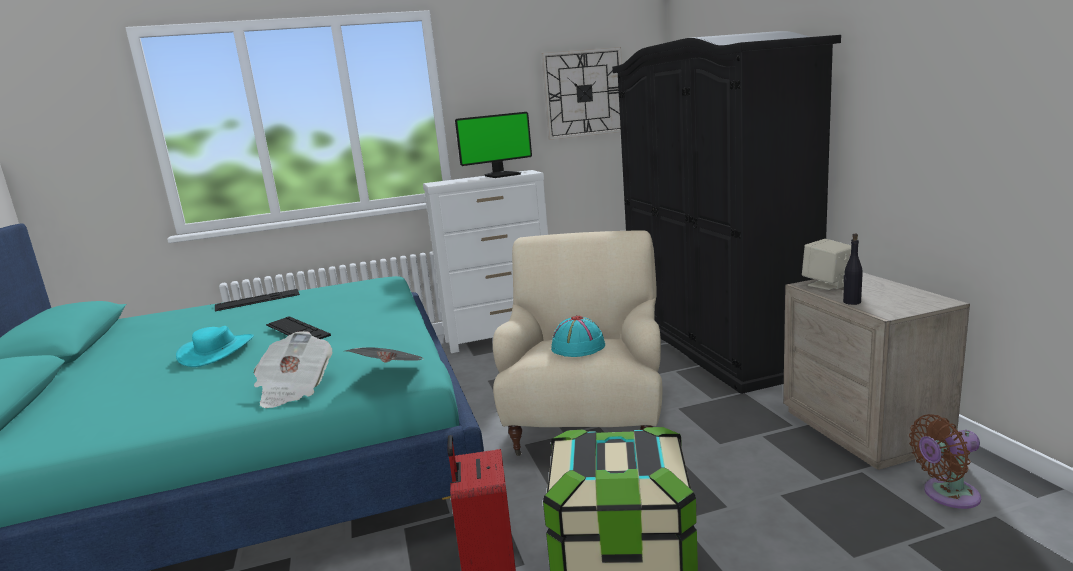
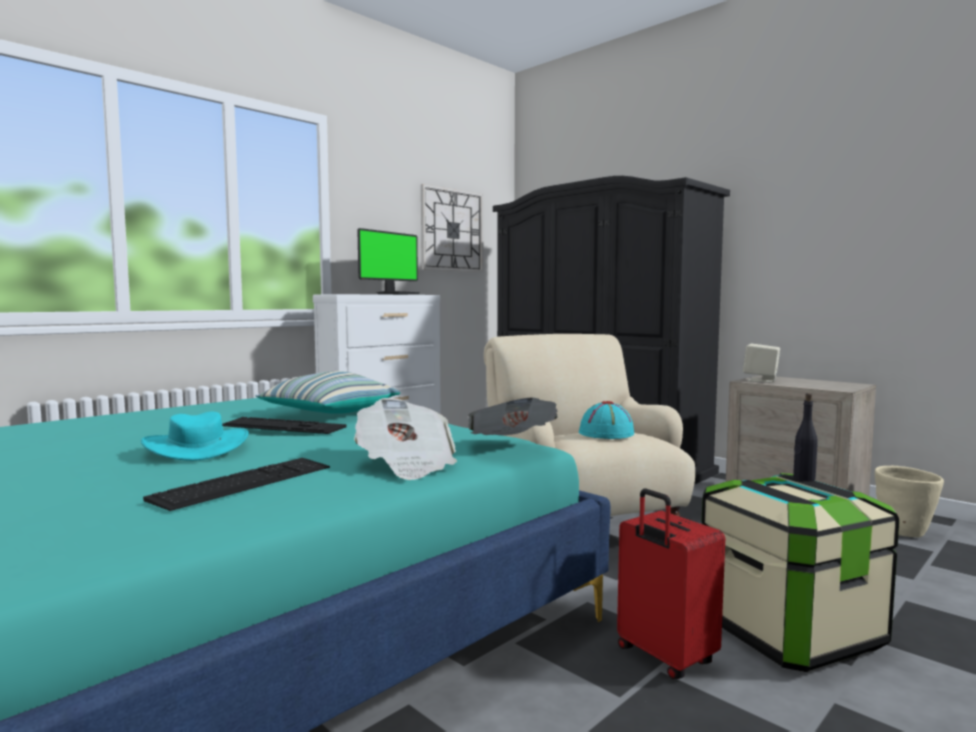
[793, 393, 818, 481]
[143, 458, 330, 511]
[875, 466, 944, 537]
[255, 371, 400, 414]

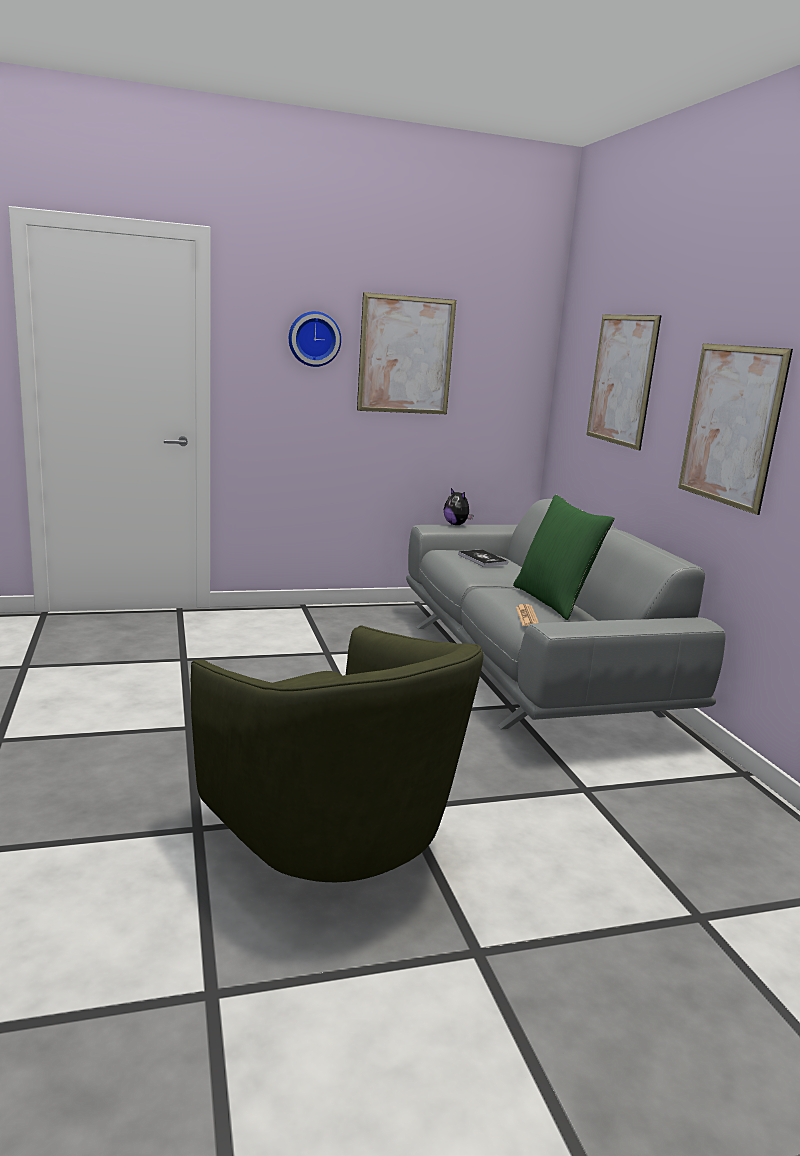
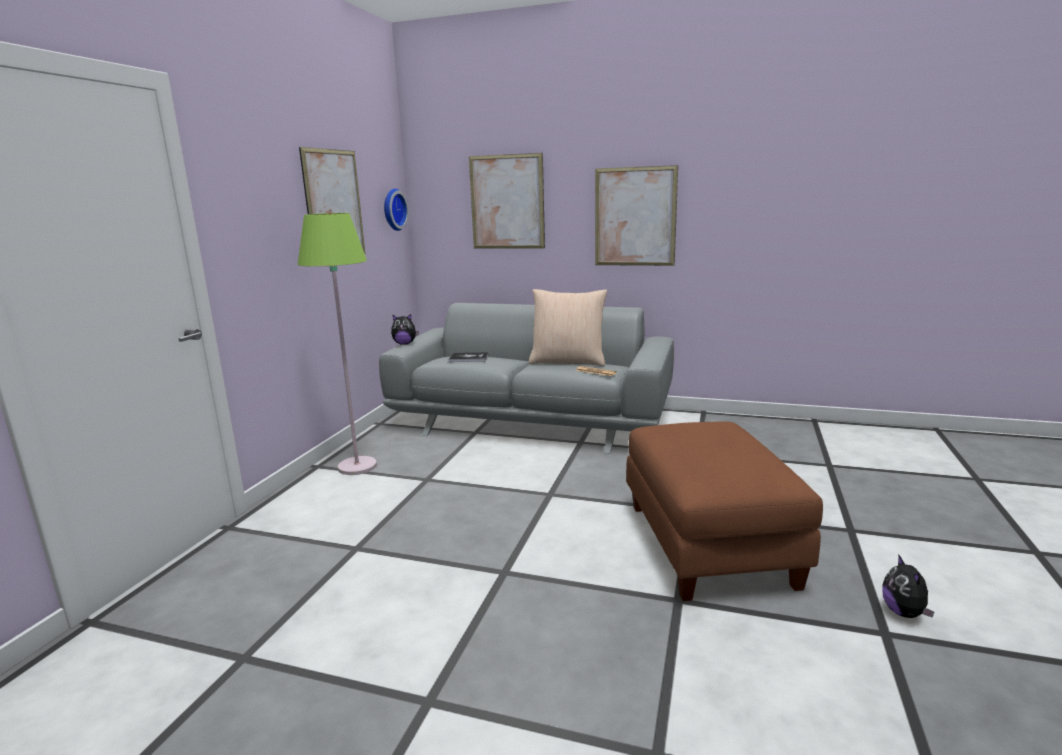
[384, 189, 409, 231]
[528, 289, 607, 366]
[626, 421, 823, 601]
[298, 213, 377, 475]
[882, 555, 934, 618]

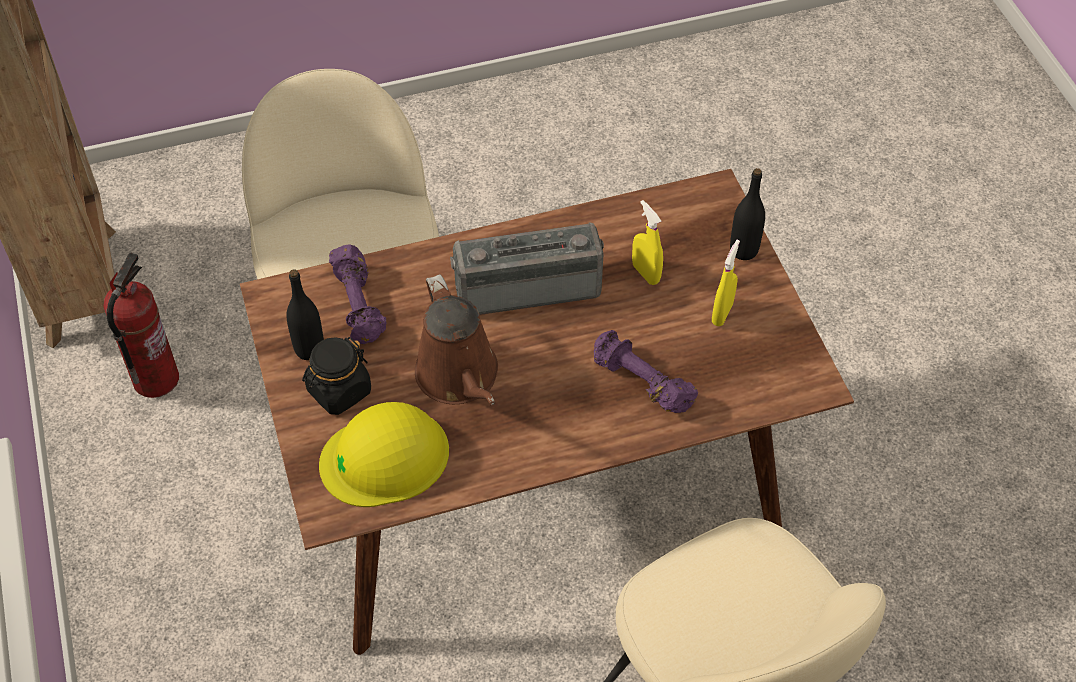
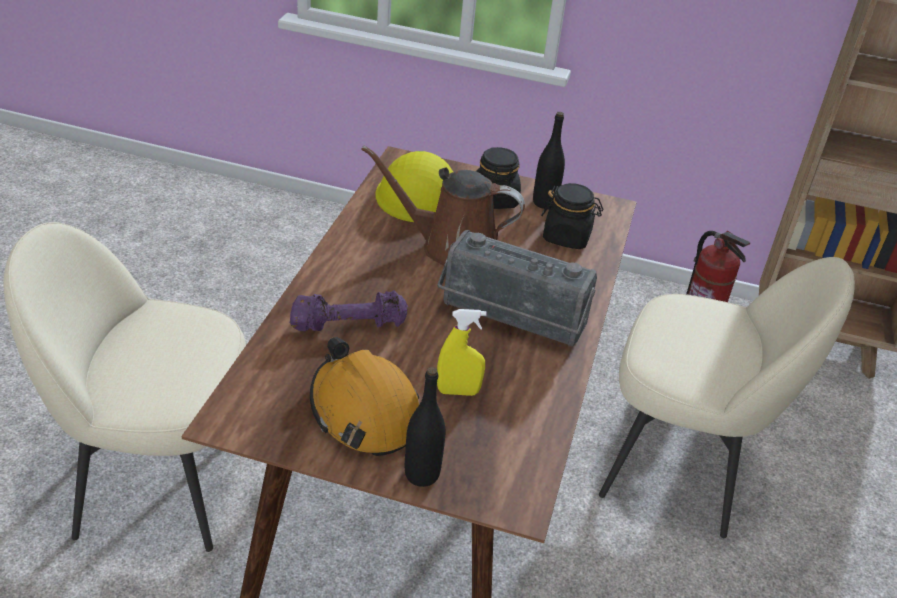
[437, 230, 597, 346]
[310, 337, 419, 456]
[541, 183, 603, 249]

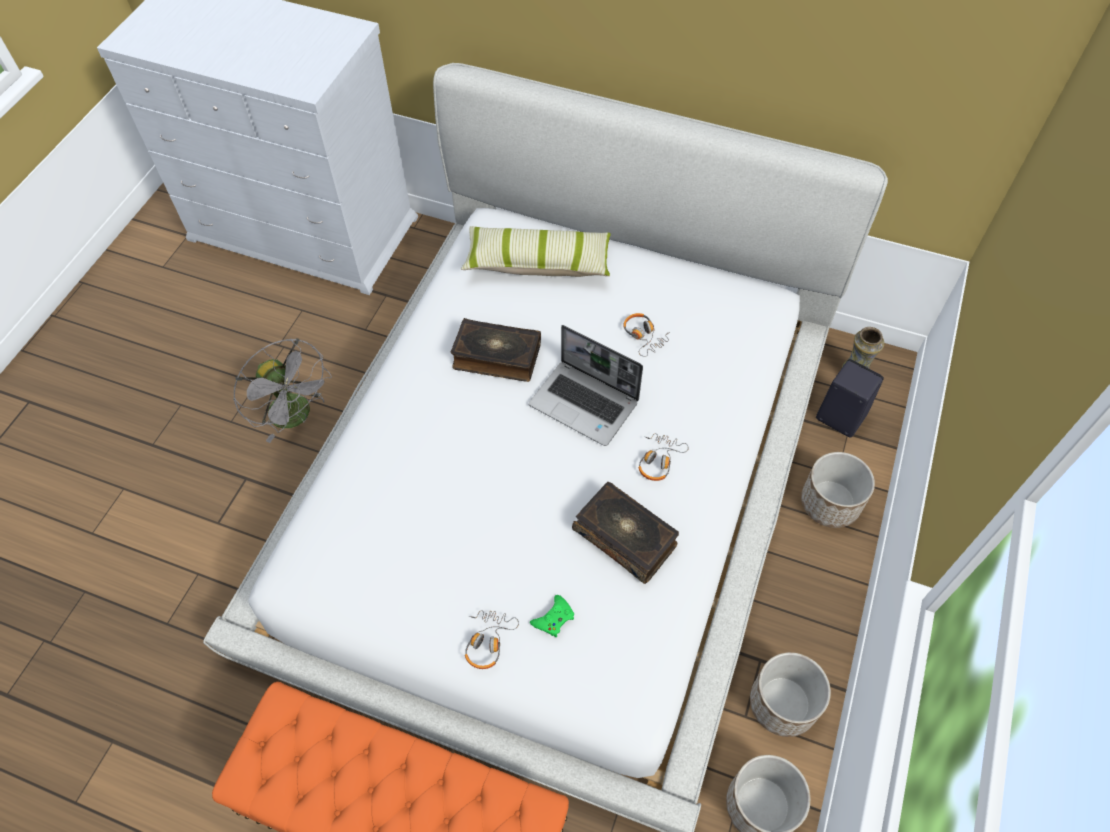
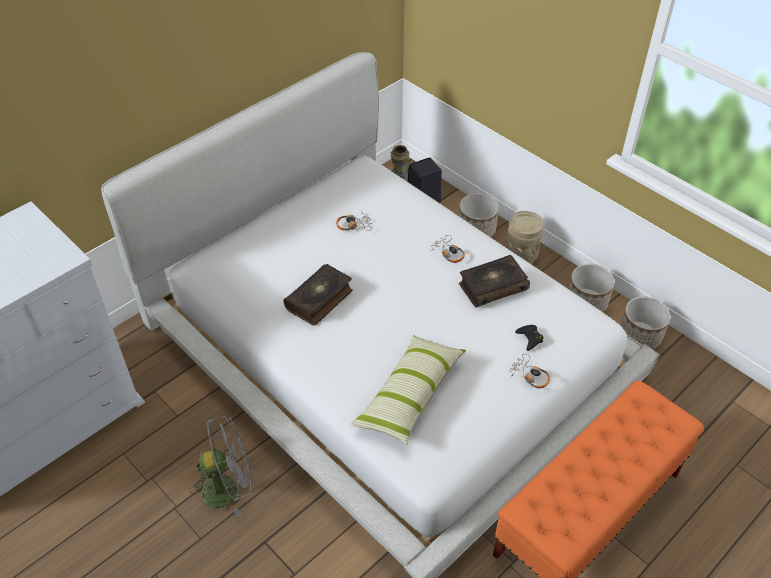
[351, 335, 466, 445]
[529, 325, 643, 446] (first image)
[515, 325, 543, 351]
[506, 211, 544, 264]

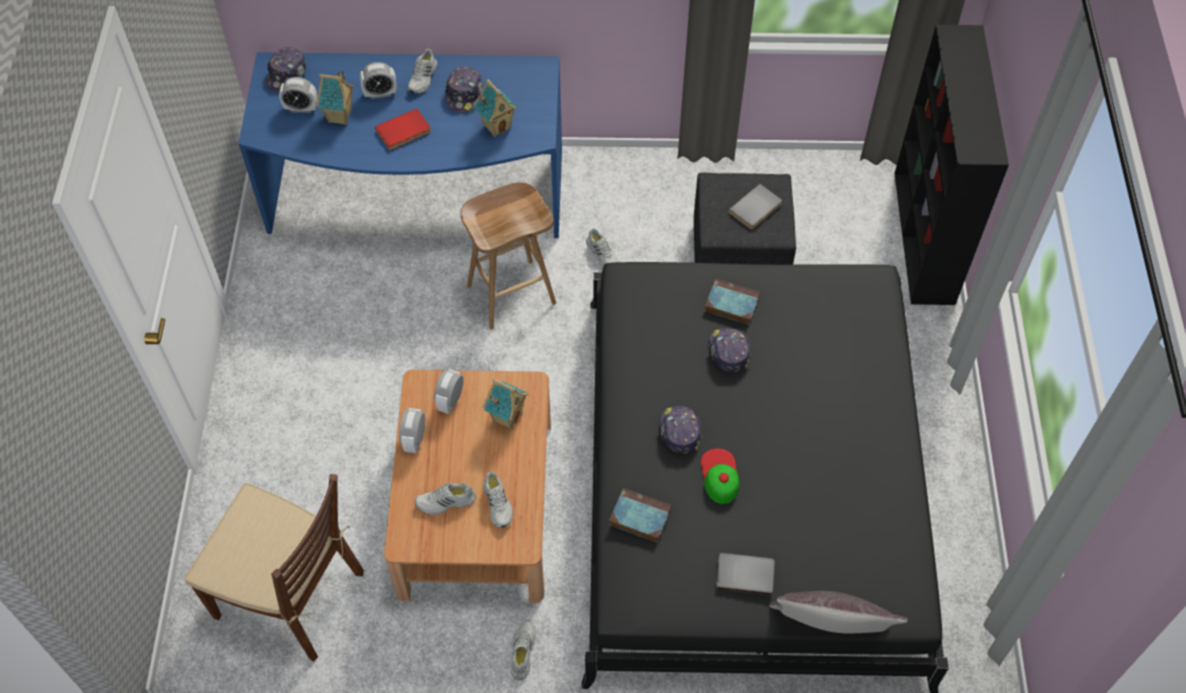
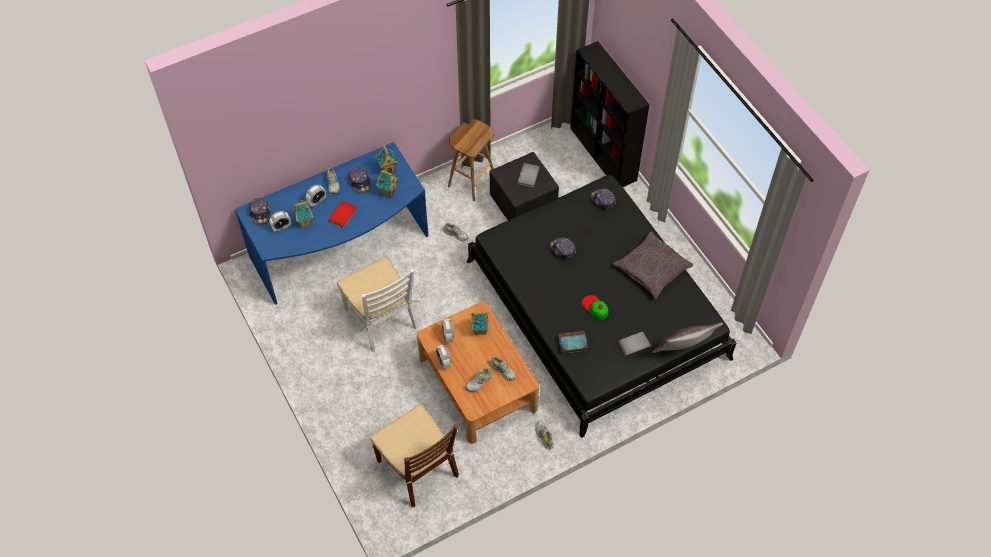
[448, 119, 495, 201]
[704, 279, 760, 325] (first image)
[591, 188, 616, 210]
[370, 404, 459, 507]
[376, 145, 398, 173]
[613, 231, 694, 299]
[337, 257, 419, 352]

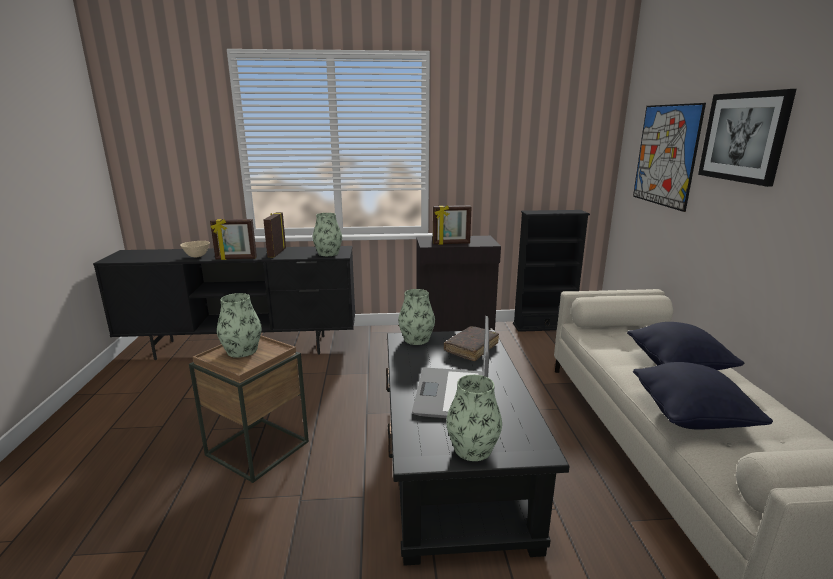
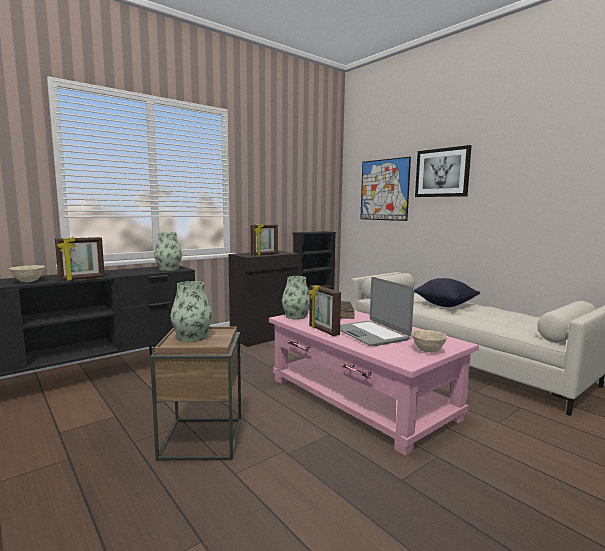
[309, 285, 341, 336]
[269, 310, 479, 456]
[633, 362, 773, 429] (first image)
[411, 330, 448, 352]

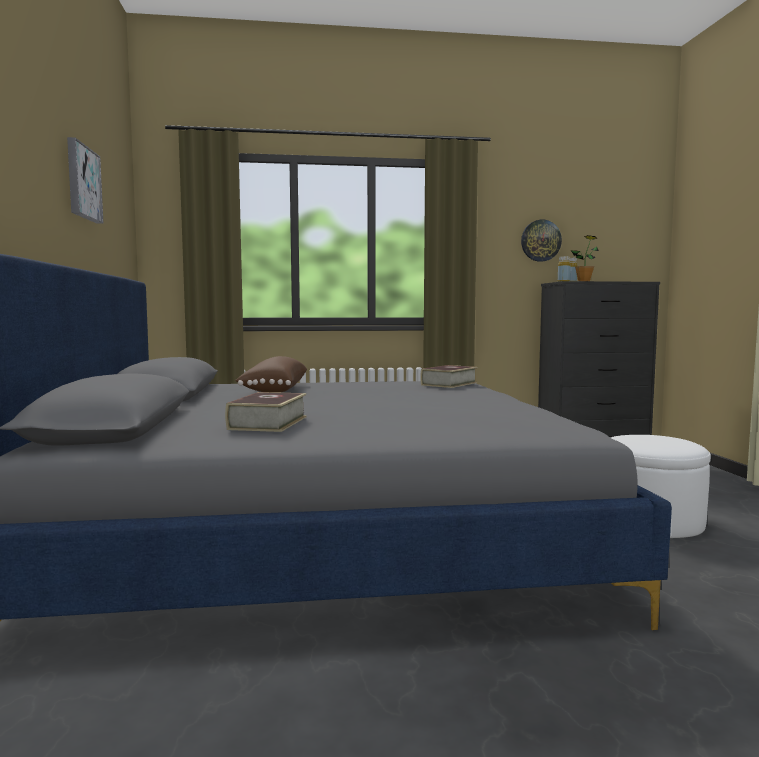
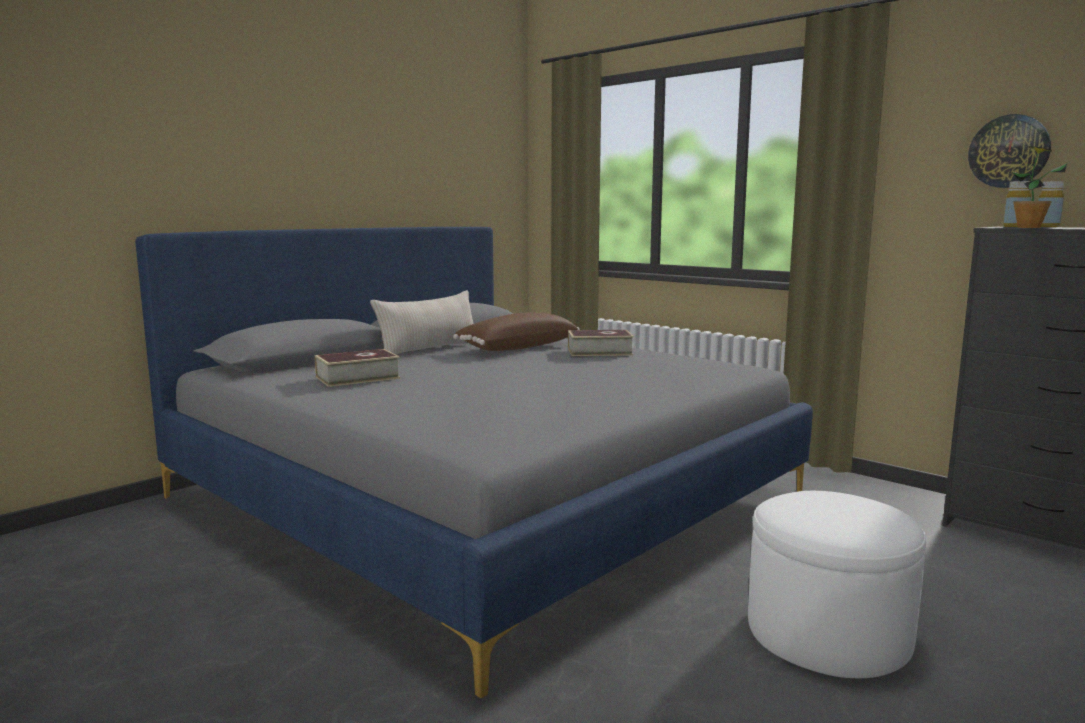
[67, 137, 104, 224] (first image)
[568, 330, 634, 356]
[370, 290, 474, 355]

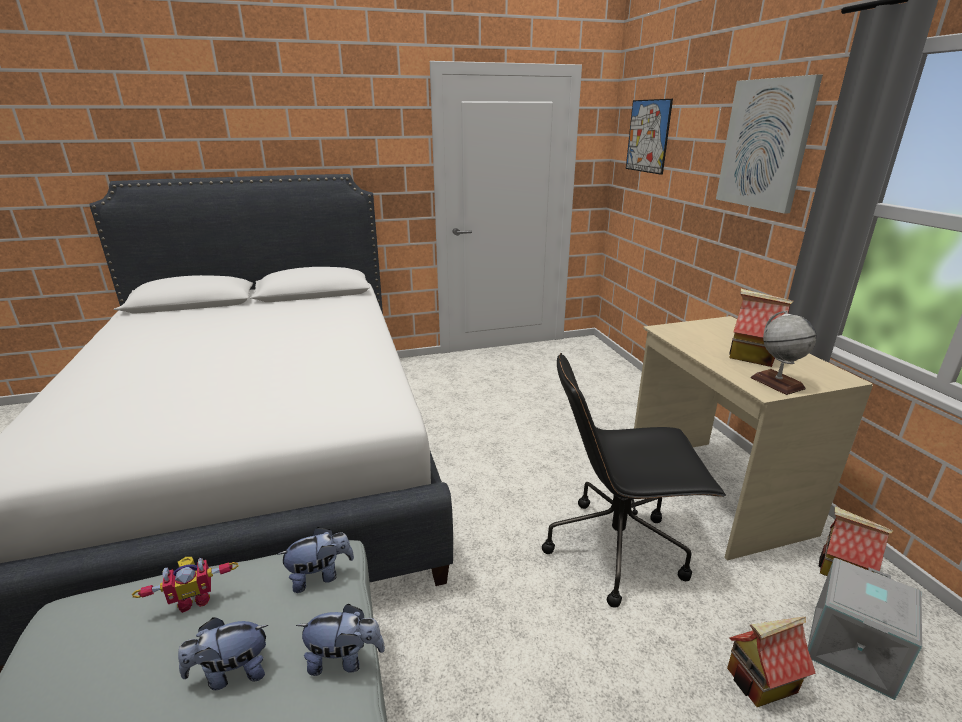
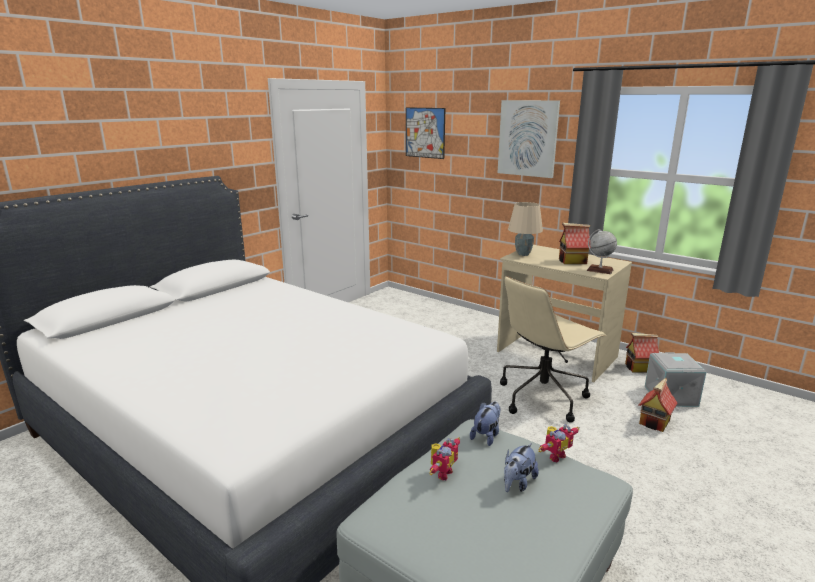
[500, 276, 606, 423]
[538, 424, 579, 463]
[508, 202, 543, 256]

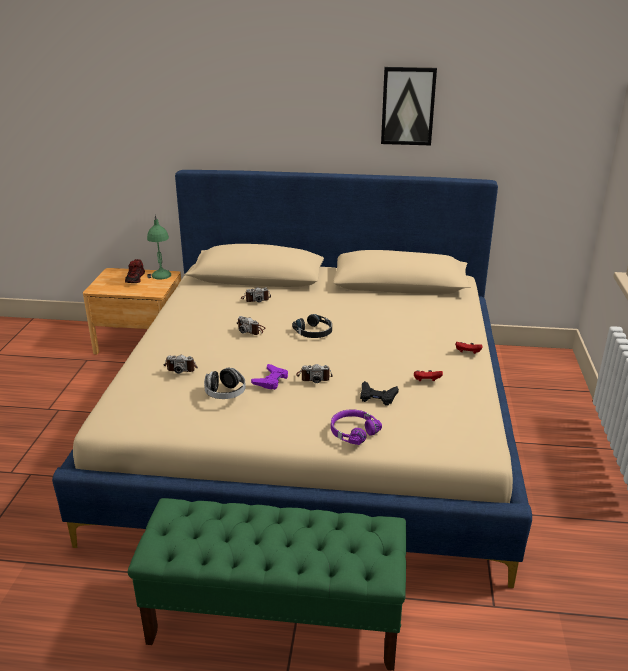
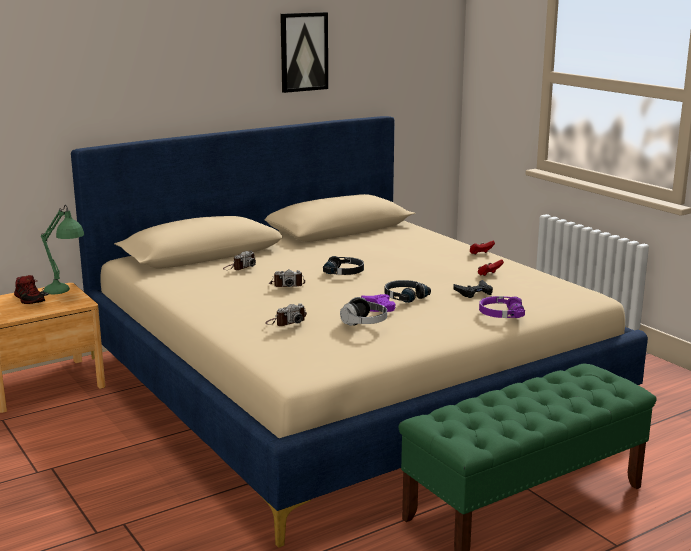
[384, 280, 431, 303]

